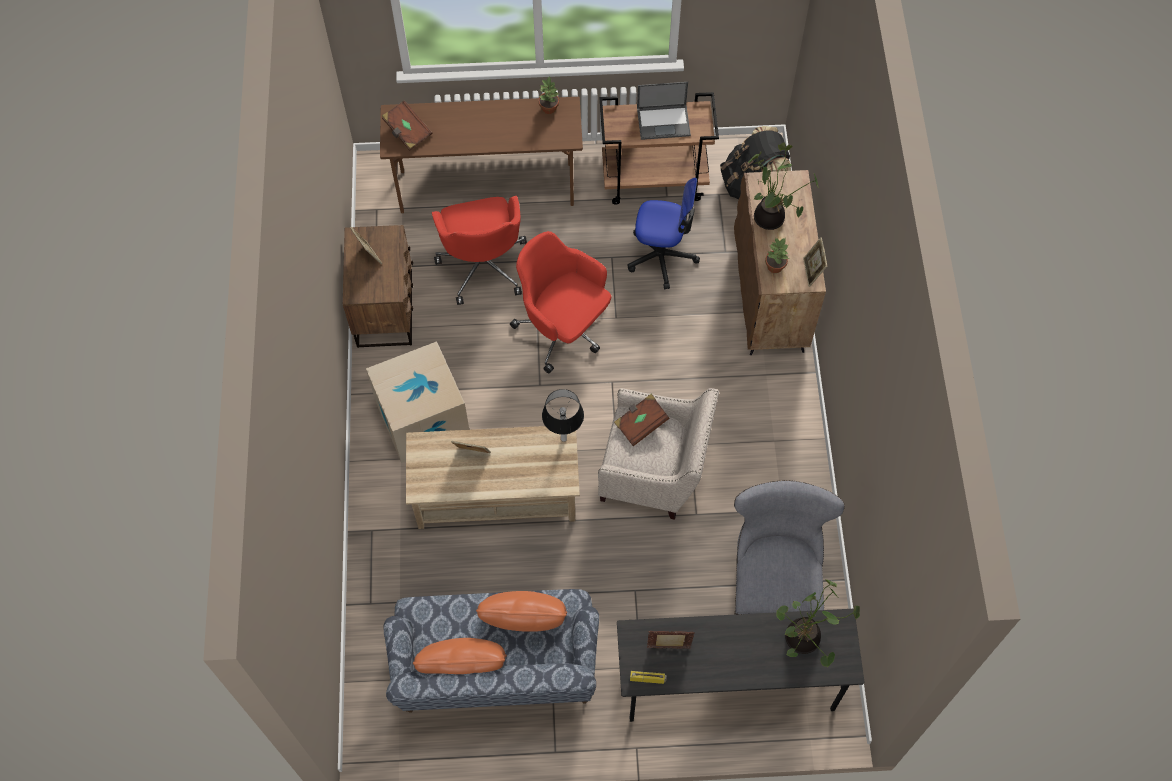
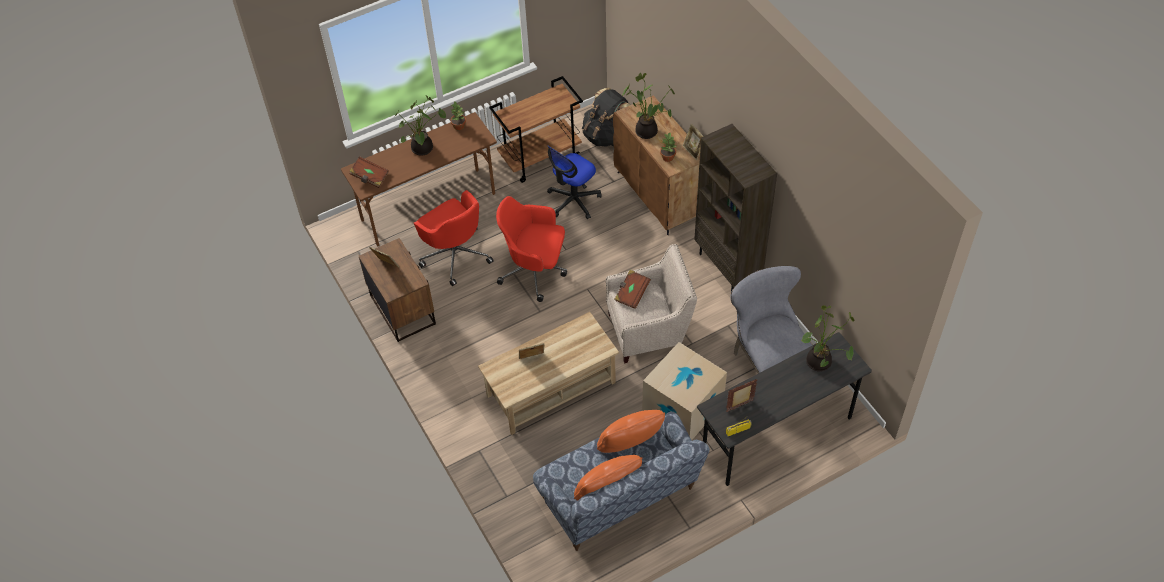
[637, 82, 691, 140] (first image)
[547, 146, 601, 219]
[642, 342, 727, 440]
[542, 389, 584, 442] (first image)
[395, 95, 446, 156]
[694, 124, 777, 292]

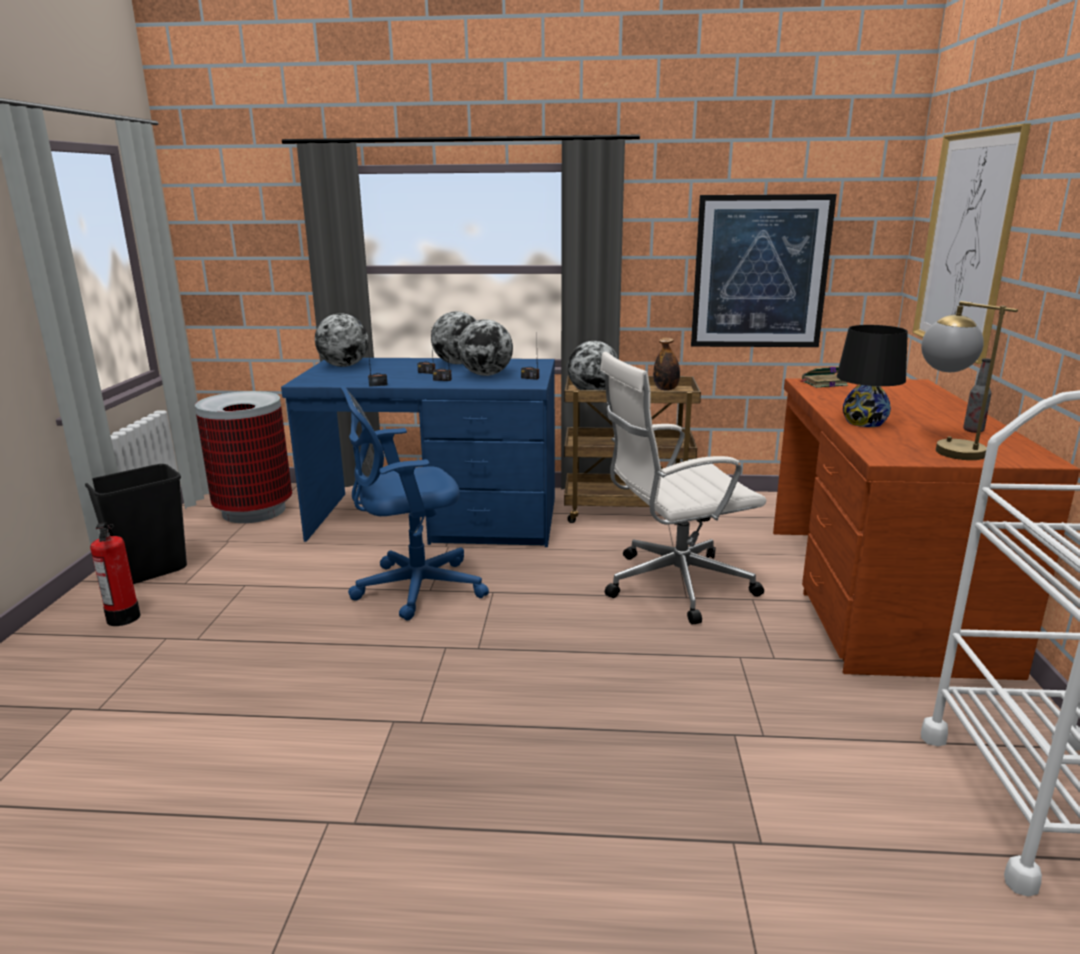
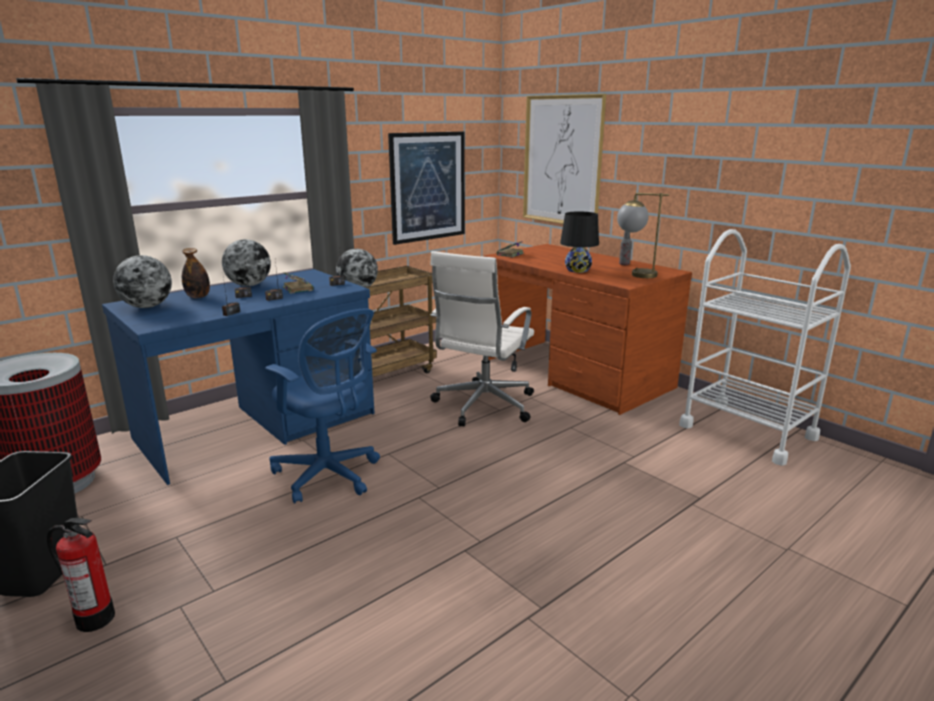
[283, 272, 314, 294]
[182, 248, 210, 298]
[265, 308, 380, 504]

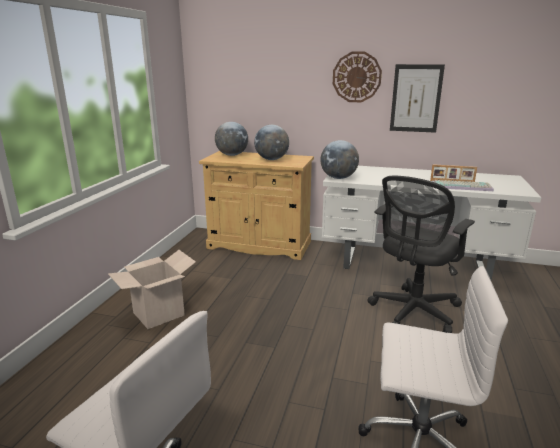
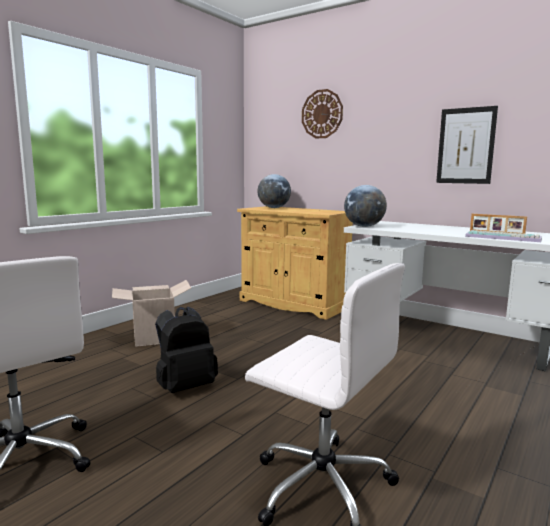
[302, 89, 343, 138]
[254, 125, 289, 160] (first image)
[367, 176, 475, 333] (first image)
[155, 307, 218, 393]

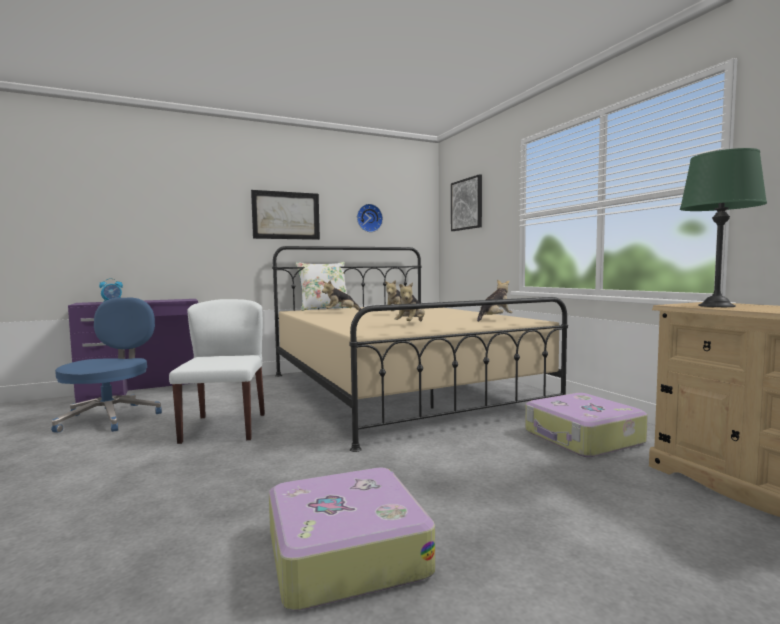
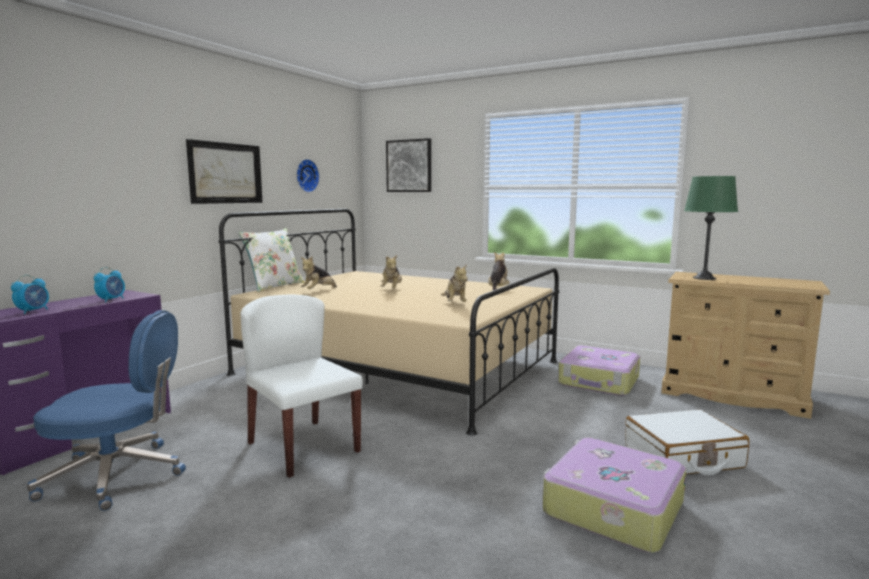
[27, 310, 186, 511]
[94, 267, 125, 302]
[625, 409, 749, 475]

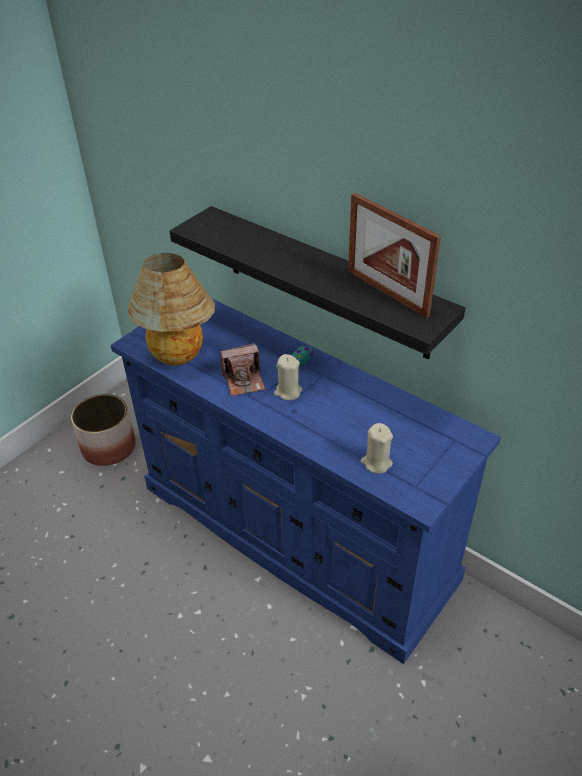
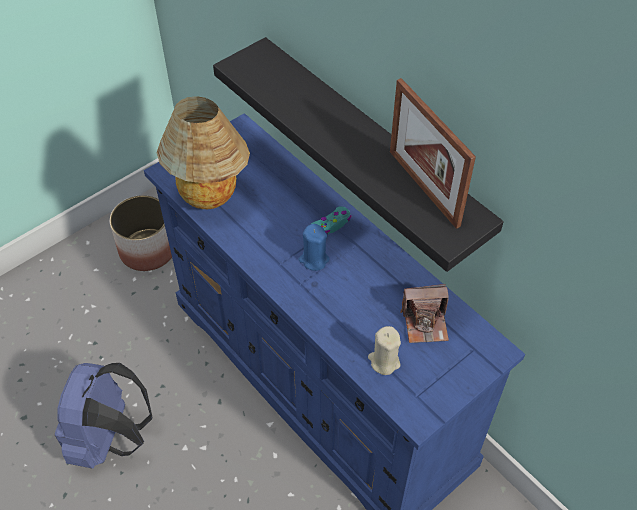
[400, 284, 449, 343]
[298, 224, 330, 271]
[55, 363, 152, 469]

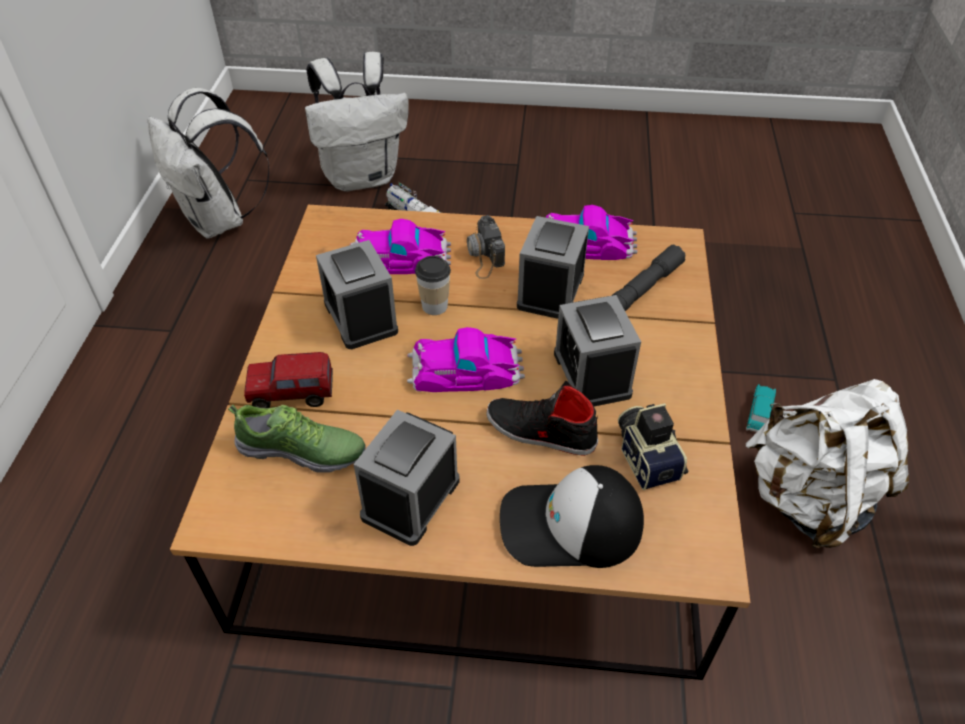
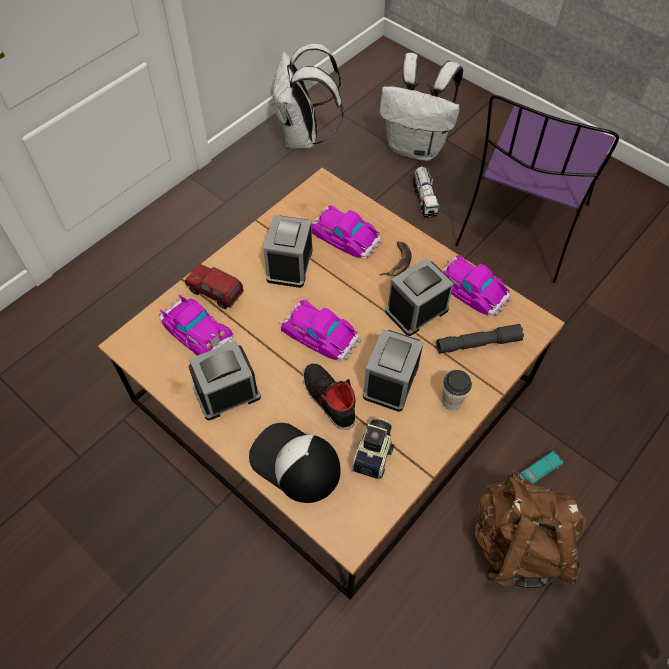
[379, 241, 411, 276]
[442, 370, 472, 410]
[475, 470, 587, 588]
[159, 294, 233, 356]
[455, 95, 619, 283]

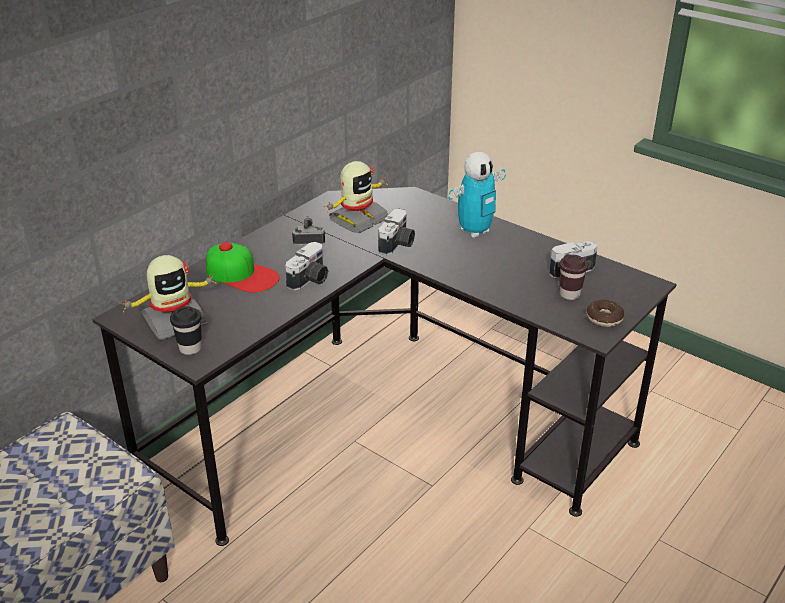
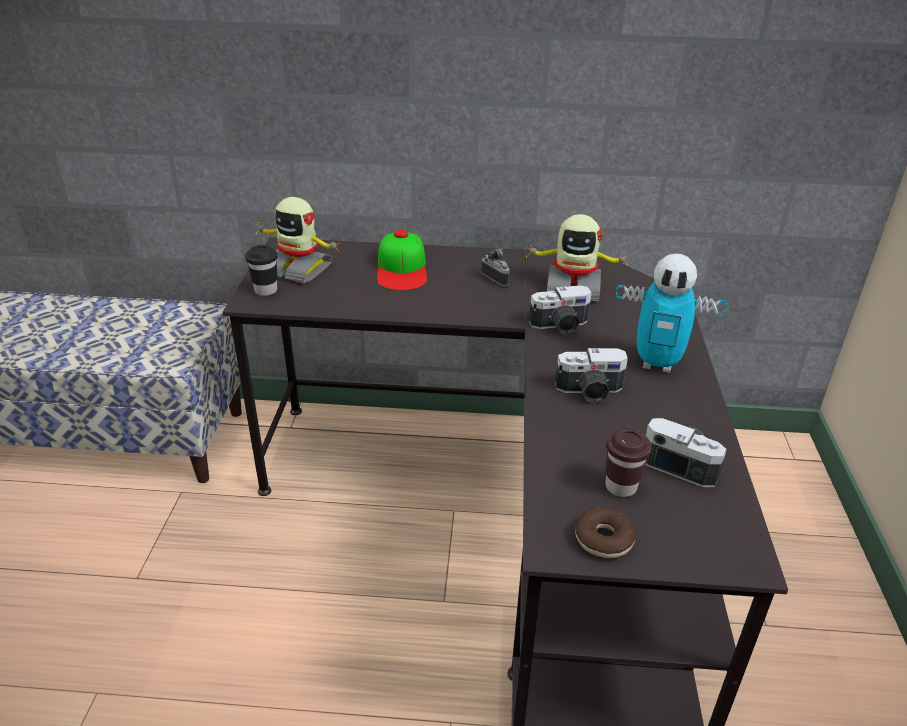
[555, 348, 628, 403]

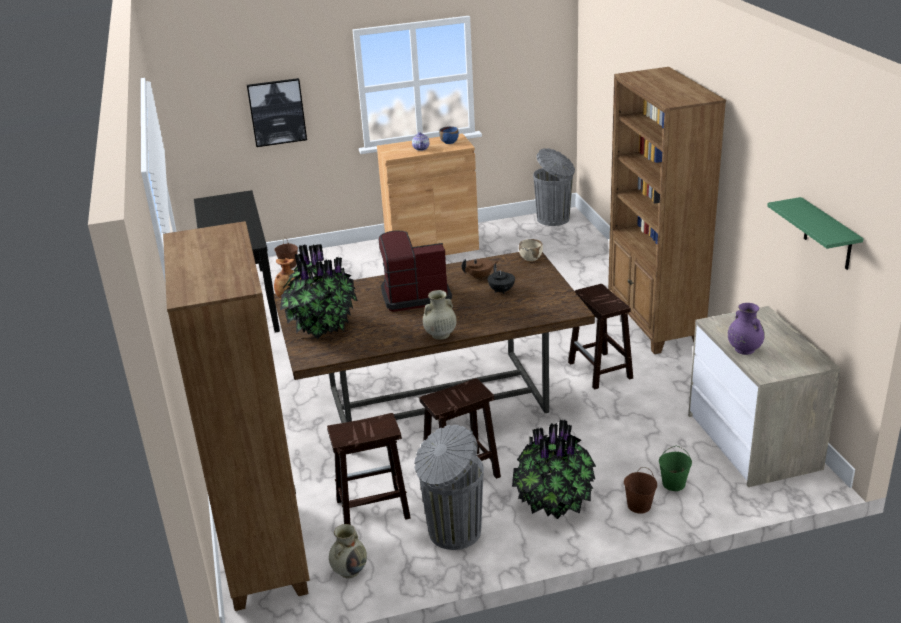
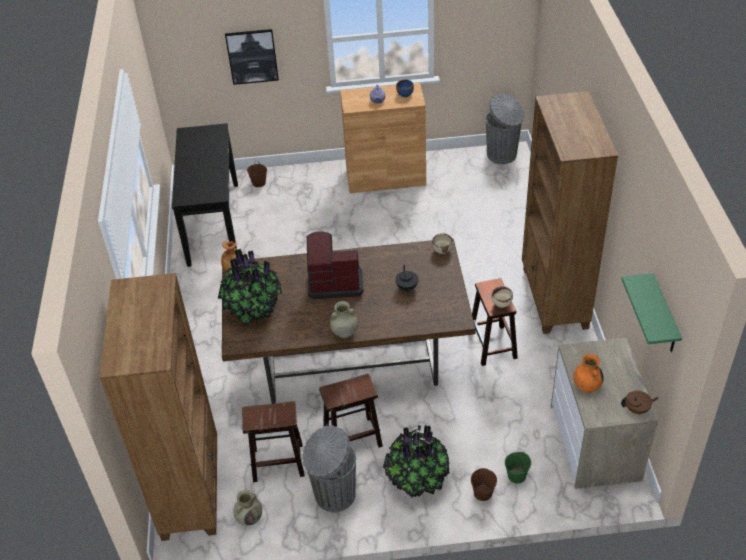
[621, 391, 659, 414]
[573, 354, 604, 393]
[492, 286, 513, 308]

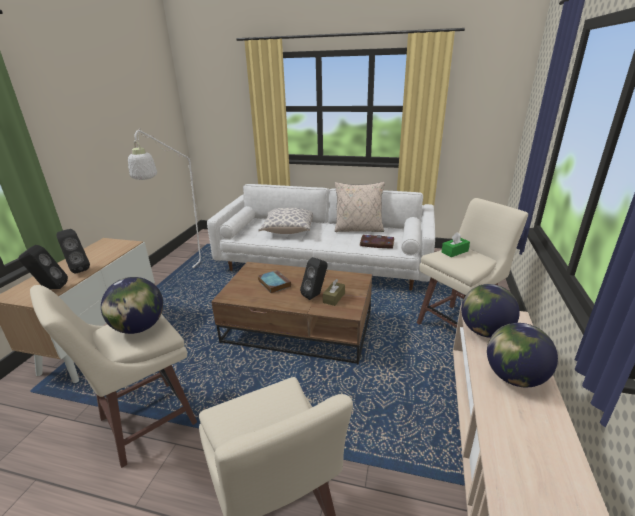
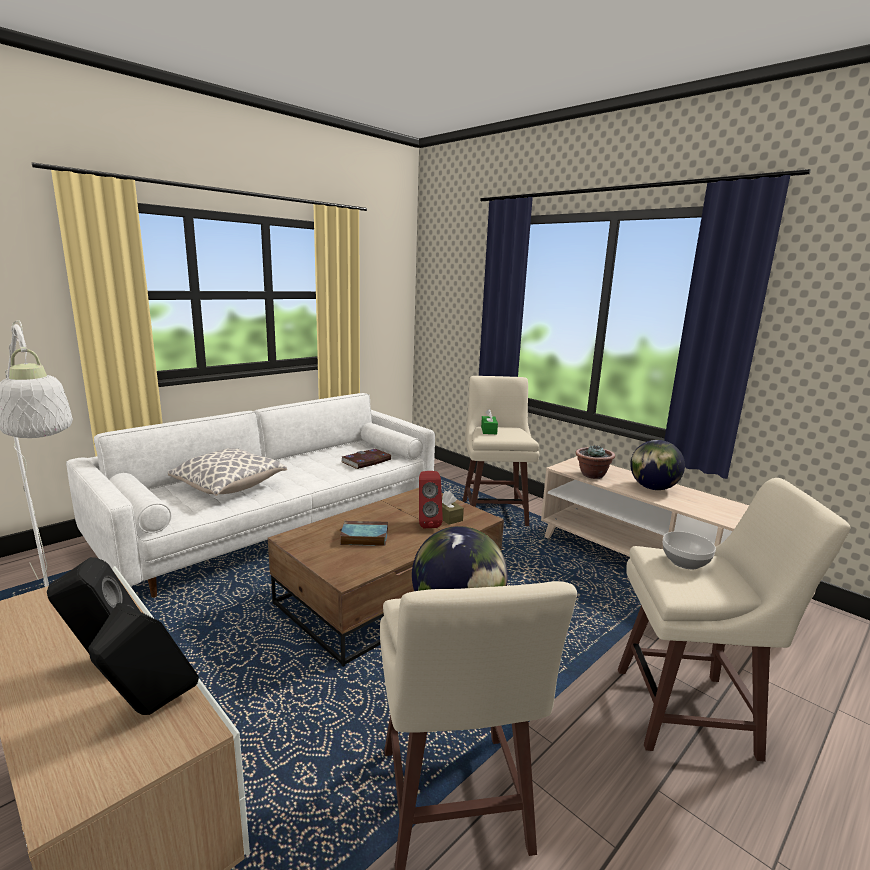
[334, 182, 385, 232] (first image)
[419, 471, 443, 528]
[575, 444, 615, 479]
[663, 531, 716, 569]

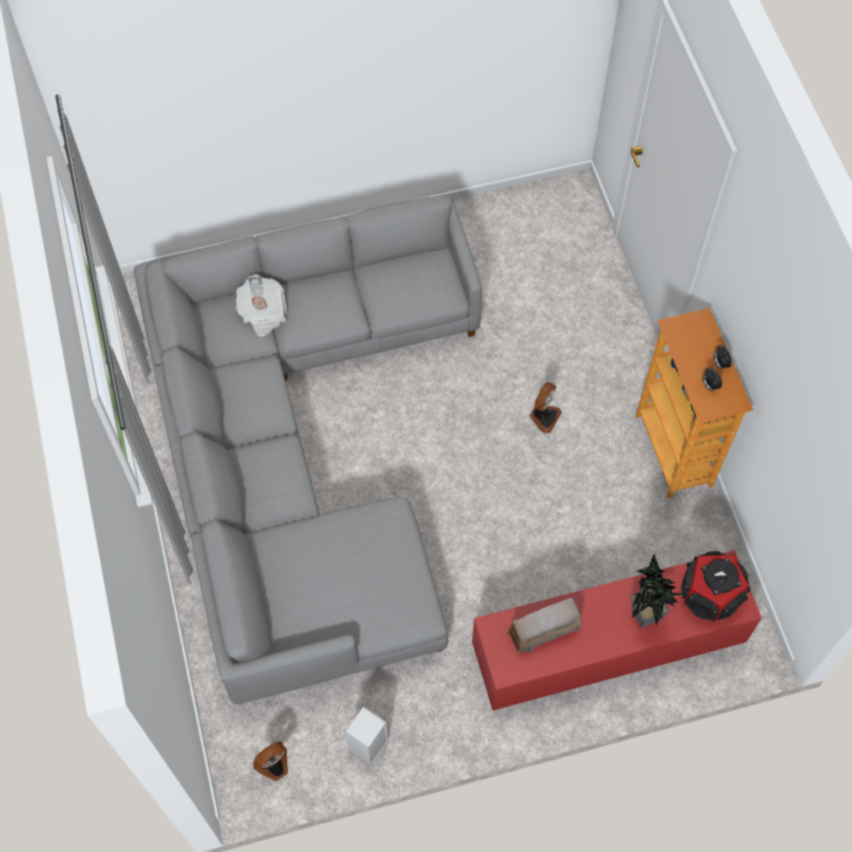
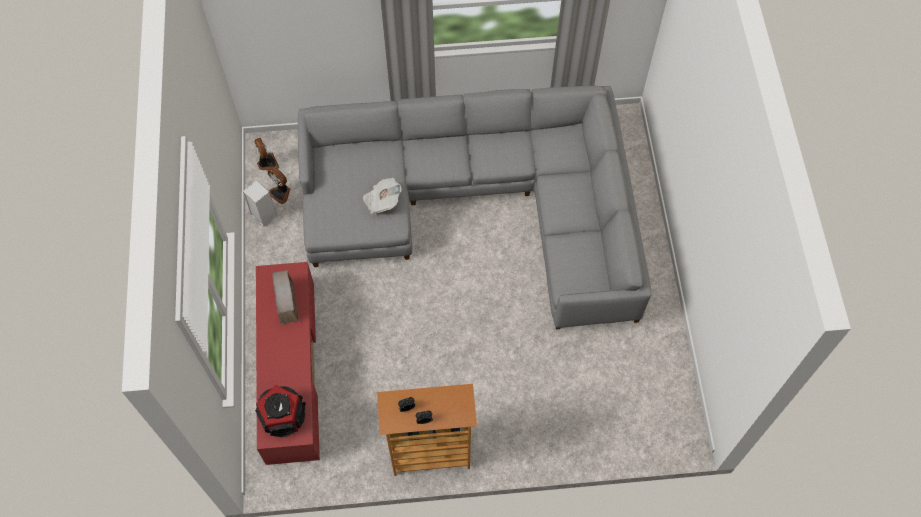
[363, 178, 402, 214]
[268, 167, 290, 204]
[631, 554, 683, 628] (first image)

